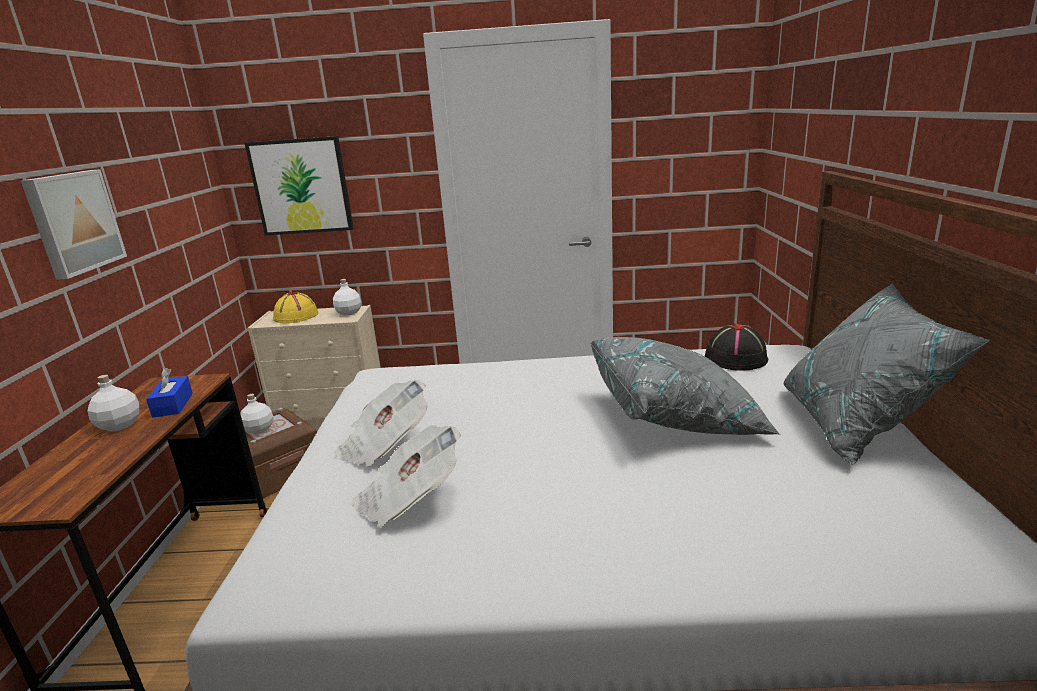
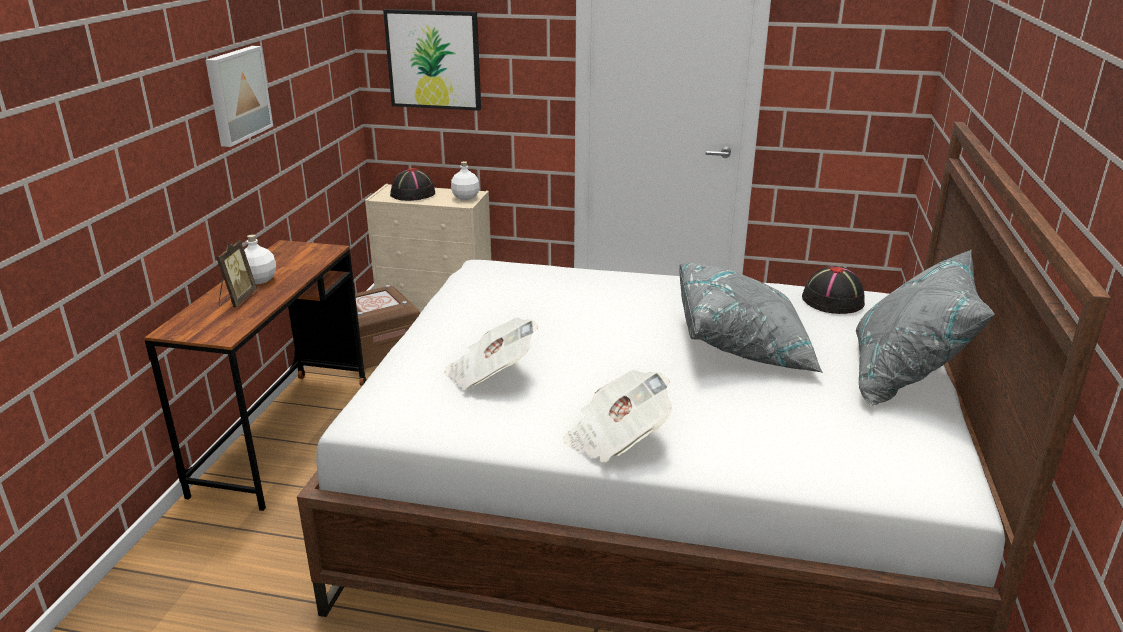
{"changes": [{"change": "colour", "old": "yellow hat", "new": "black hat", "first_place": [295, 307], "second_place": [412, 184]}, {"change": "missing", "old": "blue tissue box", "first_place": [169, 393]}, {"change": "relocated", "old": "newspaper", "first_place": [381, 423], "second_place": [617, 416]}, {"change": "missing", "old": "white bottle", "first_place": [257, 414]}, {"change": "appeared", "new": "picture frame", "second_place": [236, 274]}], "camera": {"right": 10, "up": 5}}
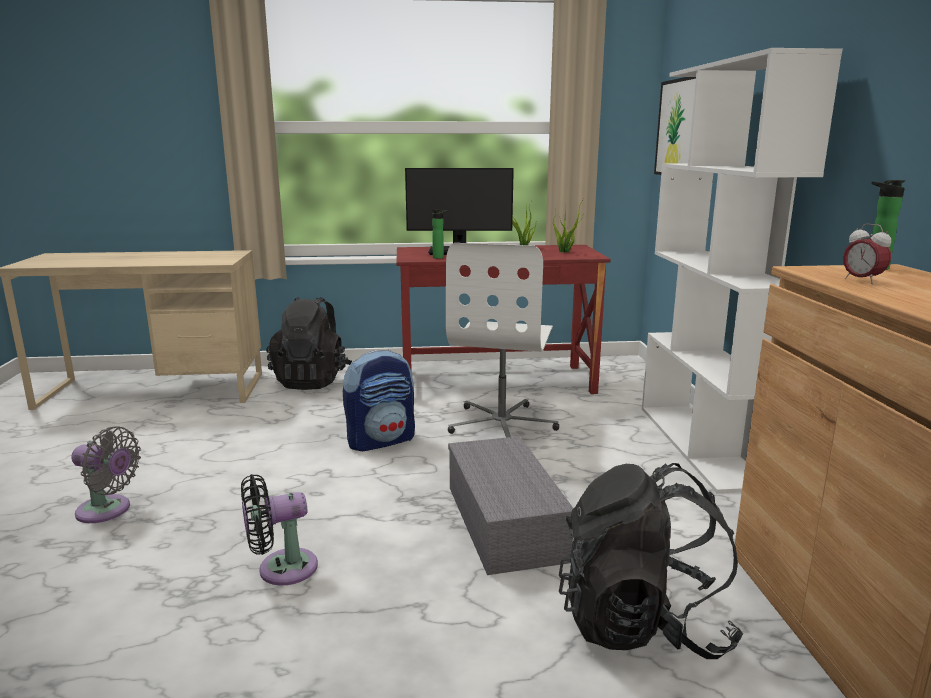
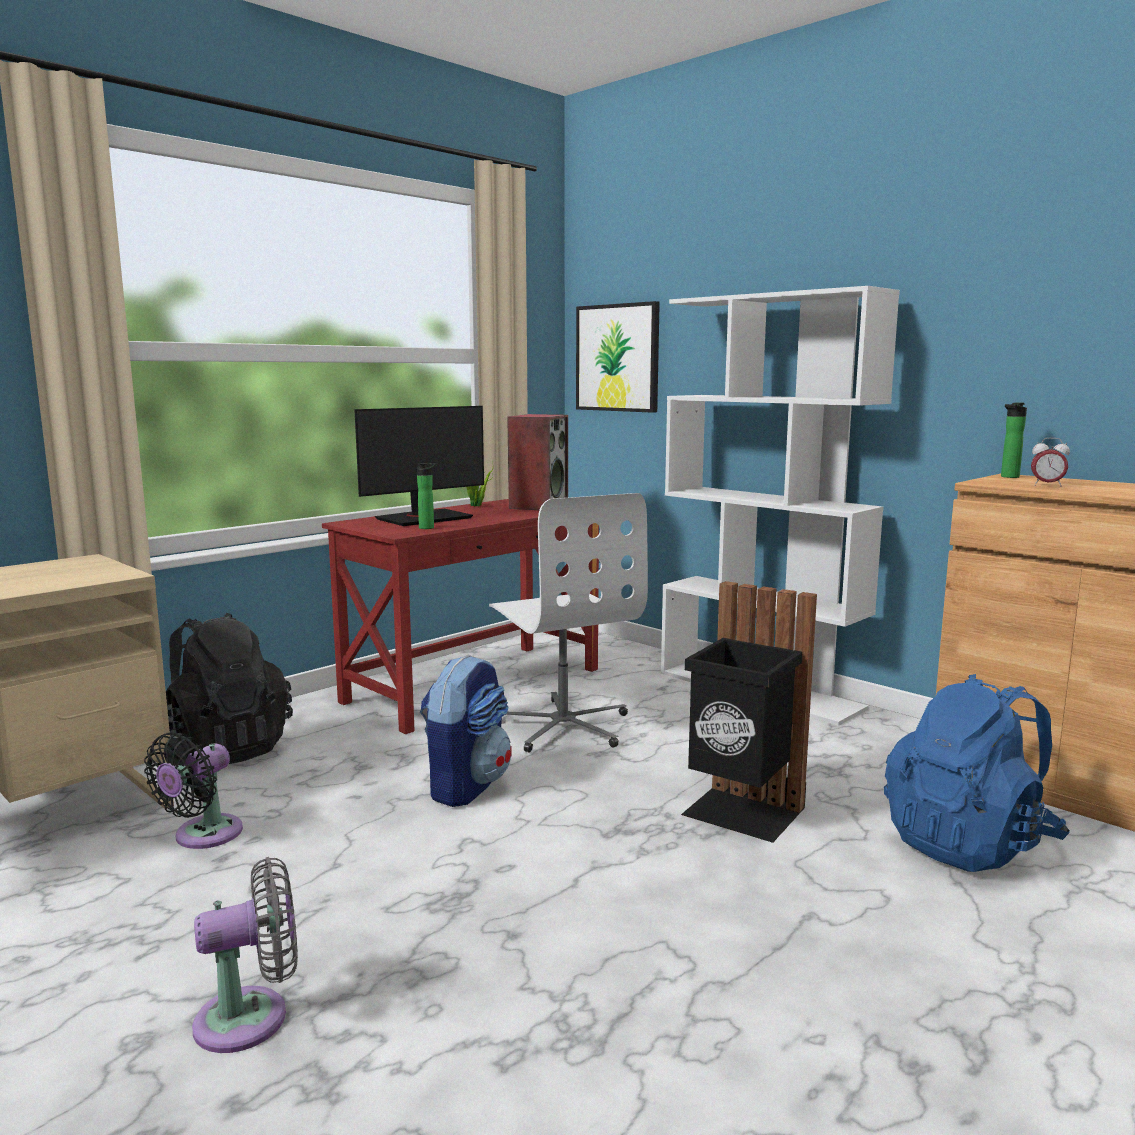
{"changes": [{"change": "exchanged", "old": "potted plant", "new": "speaker", "first_place": [568, 226], "second_place": [537, 462]}, {"change": "exchanged", "old": "grey storage box", "new": "black trash can", "first_place": [511, 505], "second_place": [749, 712]}, {"change": "colour", "old": "black backpack", "new": "blue backpack", "first_place": [651, 561], "second_place": [977, 773]}, {"change": "relocated", "old": "black fan", "first_place": [279, 529], "second_place": [193, 790]}], "camera": {"right": -40, "up": -5}}
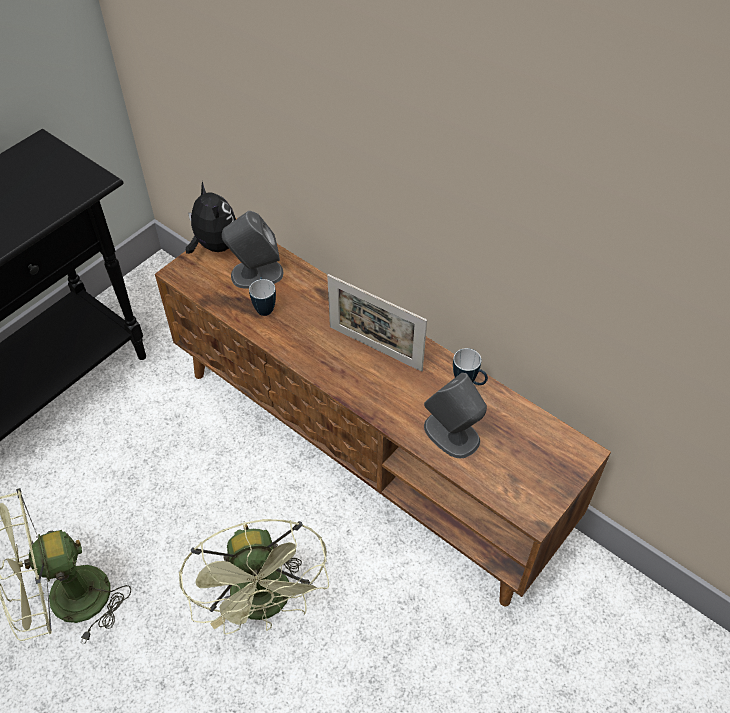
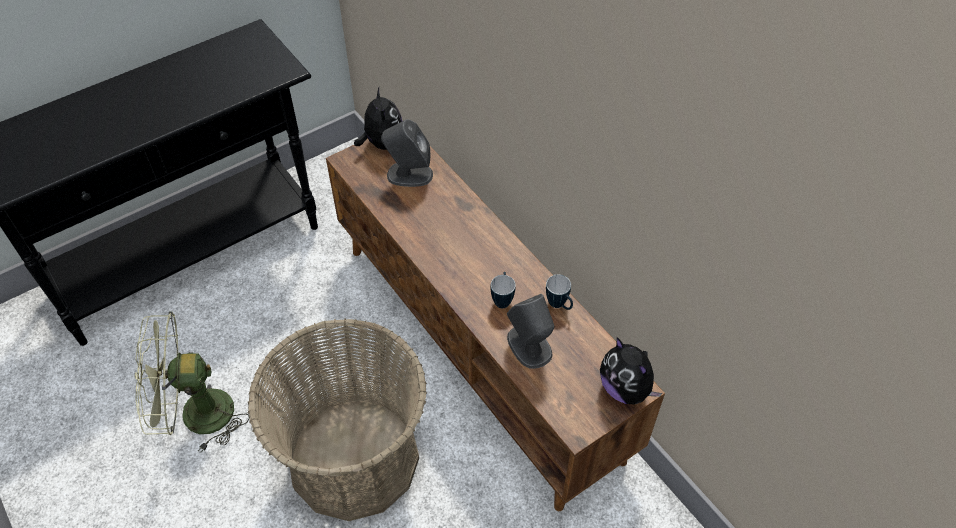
{"changes": [{"change": "missing", "old": "picture frame", "first_place": [377, 323]}, {"change": "relocated", "old": "mug", "first_place": [262, 296], "second_place": [503, 290]}, {"change": "exchanged", "old": "green fan", "new": "basket", "first_place": [254, 576], "second_place": [337, 420]}, {"change": "appeared", "new": "plush toy", "second_place": [631, 371]}], "camera": {"right": 15, "up": 0}}
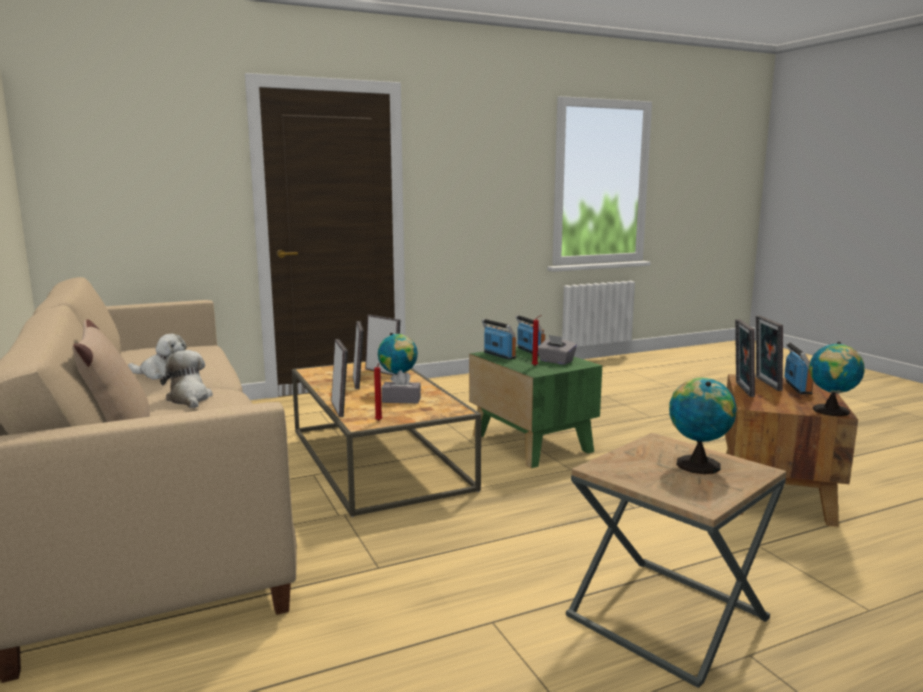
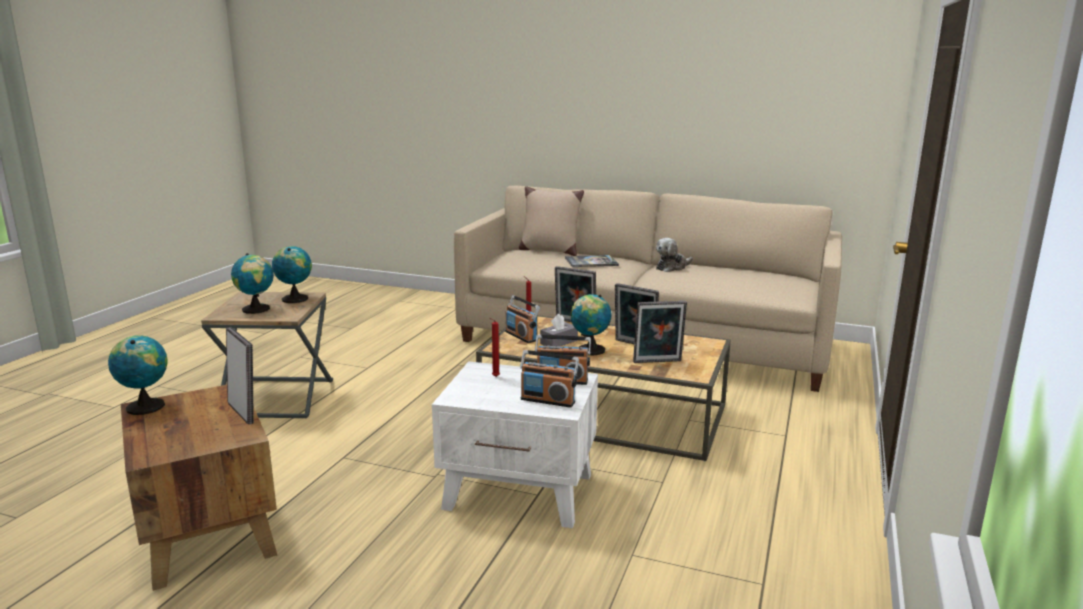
{"changes": [{"change": "missing", "old": "picture frame", "first_place": [769, 353]}, {"change": "missing", "old": "grey tissue box", "first_place": [557, 350]}, {"change": "relocated", "old": "radio", "first_place": [798, 368], "second_place": [522, 319]}, {"change": "colour", "old": "green side table", "new": "white side table", "first_place": [535, 407], "second_place": [515, 444]}, {"change": "exchanged", "old": "plush toy", "new": "book", "first_place": [186, 379], "second_place": [592, 261]}, {"change": "appeared", "new": "globe", "second_place": [292, 274]}], "camera": {"right": 135, "up": 5}}
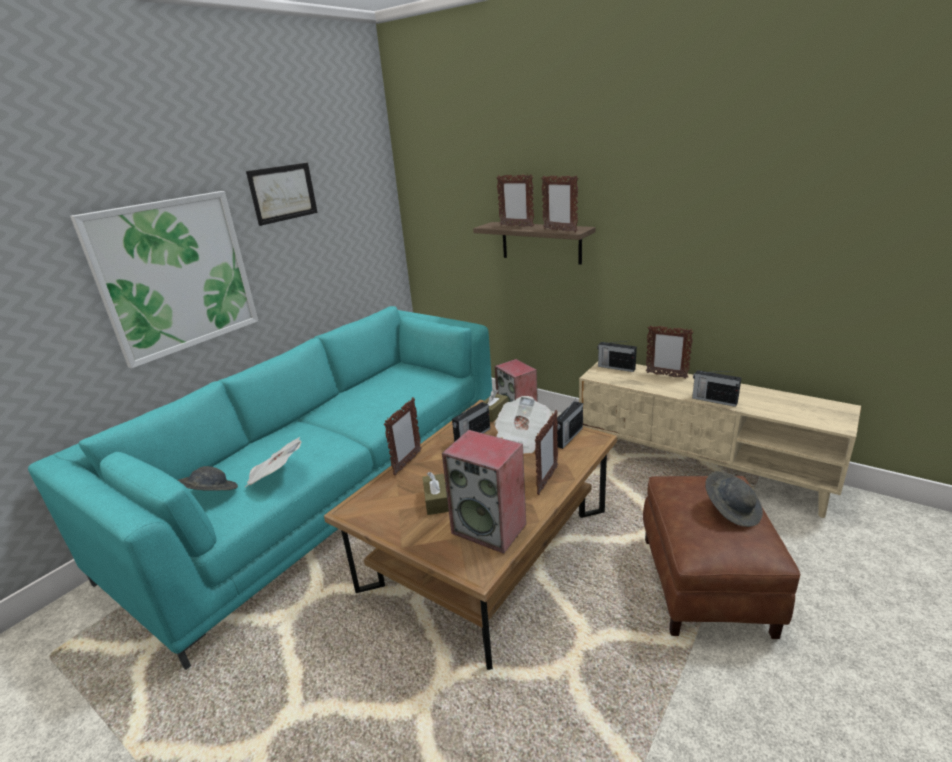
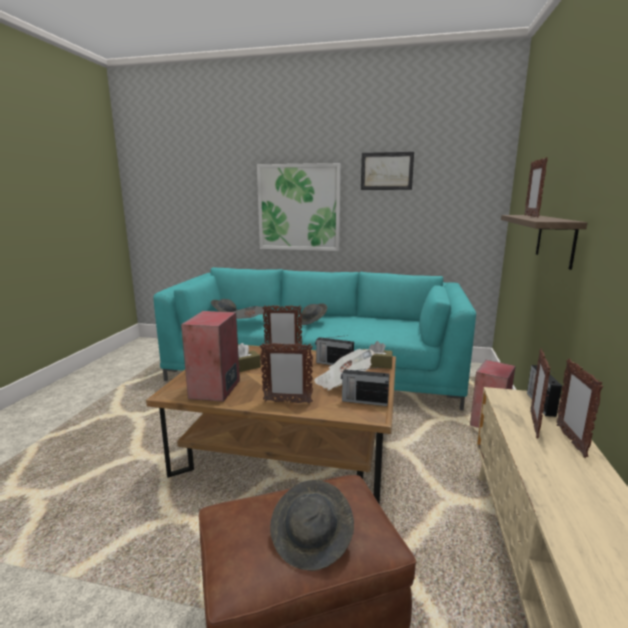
{"changes": [{"change": "relocated", "old": "picture frame", "first_place": [559, 203], "second_place": [540, 393]}, {"change": "missing", "old": "radio", "first_place": [716, 388]}, {"change": "appeared", "new": "grey hat", "second_place": [312, 314]}], "camera": {"right": 65, "up": -10}}
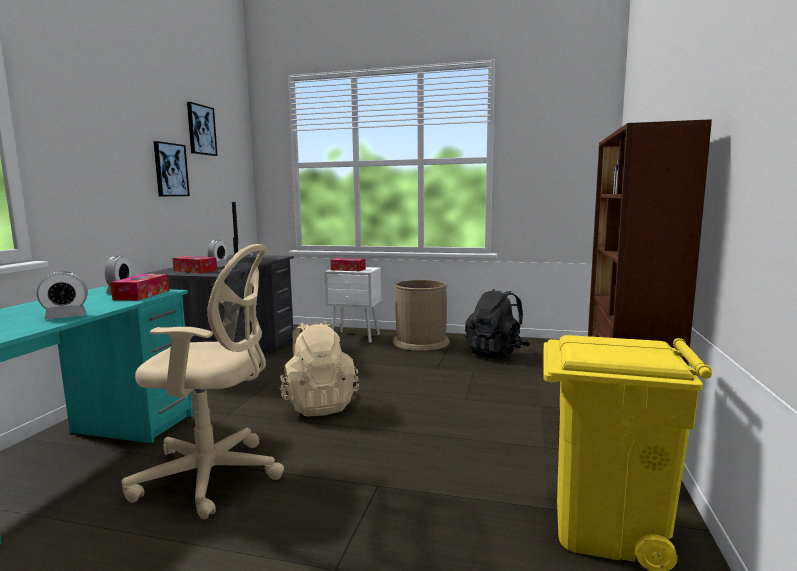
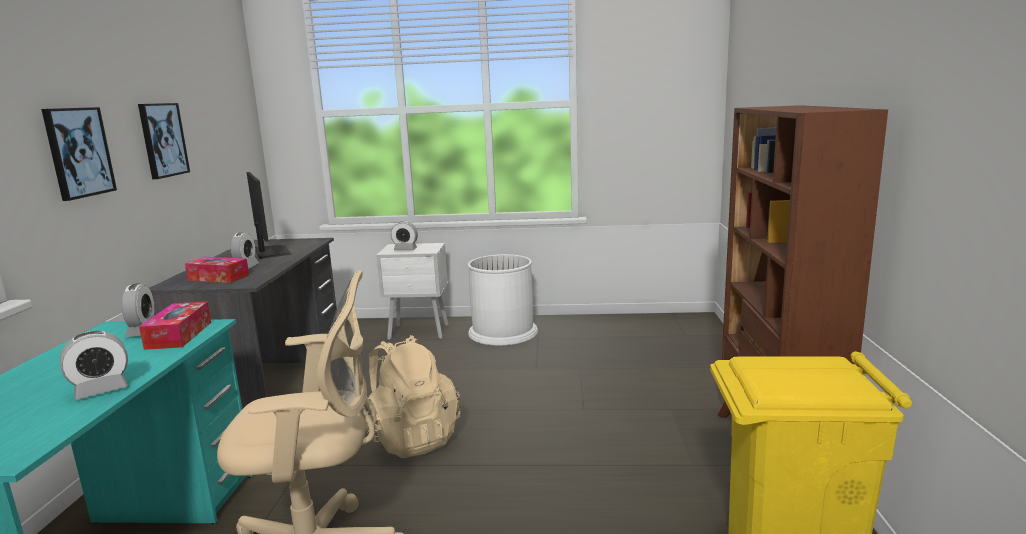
{"changes": [{"change": "relocated", "old": "picture", "first_place": [202, 129], "second_place": [79, 154]}, {"change": "exchanged", "old": "tissue box", "new": "alarm clock", "first_place": [348, 264], "second_place": [404, 235]}, {"change": "colour", "old": "brown trash can", "new": "white trash can", "first_place": [421, 315], "second_place": [503, 300]}, {"change": "missing", "old": "black backpack", "first_place": [497, 324]}], "camera": {"right": -10, "up": 5}}
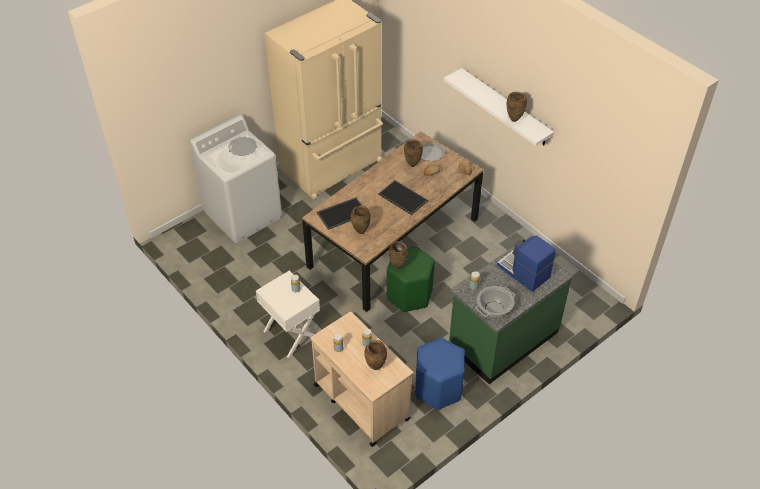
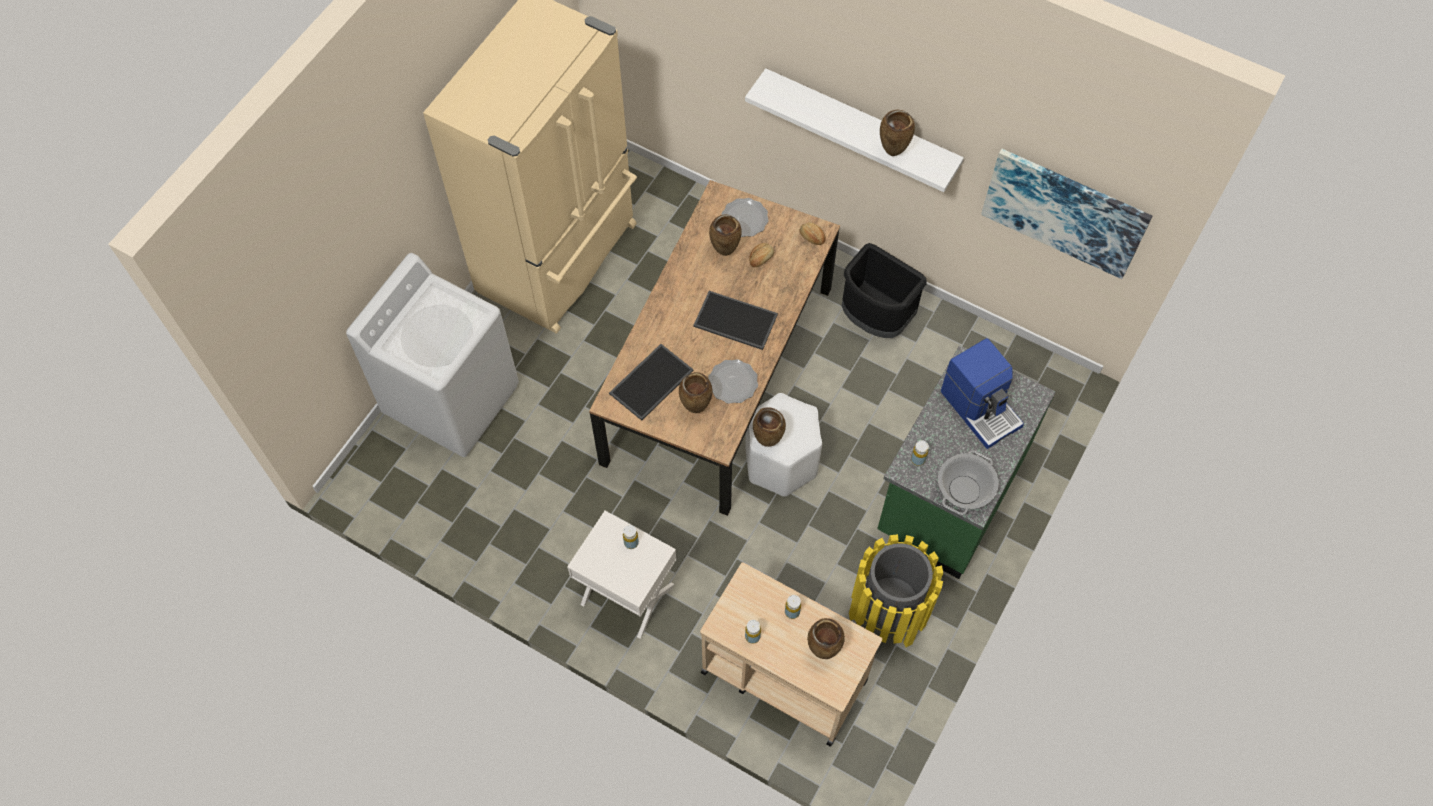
{"changes": [{"change": "relocated", "old": "plate", "first_place": [242, 146], "second_place": [733, 381]}, {"change": "spun", "old": "coffee machine", "first_place": [526, 263], "second_place": [982, 393], "degrees": -150}, {"change": "colour", "old": "green stool", "new": "white stool", "first_place": [411, 279], "second_place": [784, 445]}, {"change": "exchanged", "old": "blue stool", "new": "yellow trash can", "first_place": [440, 374], "second_place": [896, 590]}, {"change": "appeared", "new": "picture", "second_place": [1066, 214]}, {"change": "appeared", "new": "black trash can", "second_place": [884, 290]}], "camera": {"right": -20, "up": 15}}
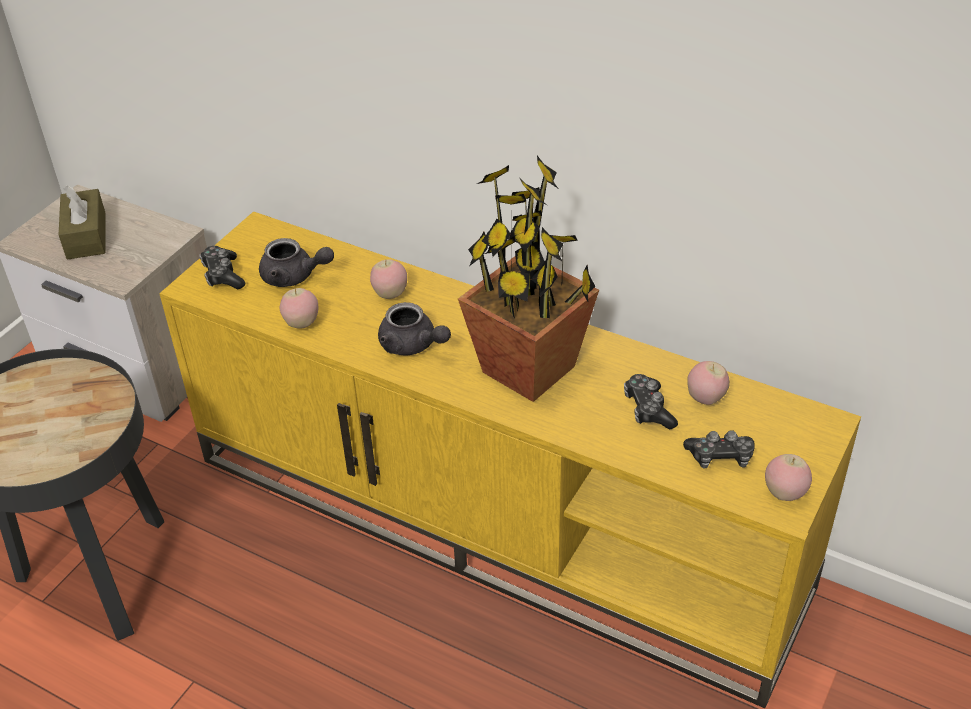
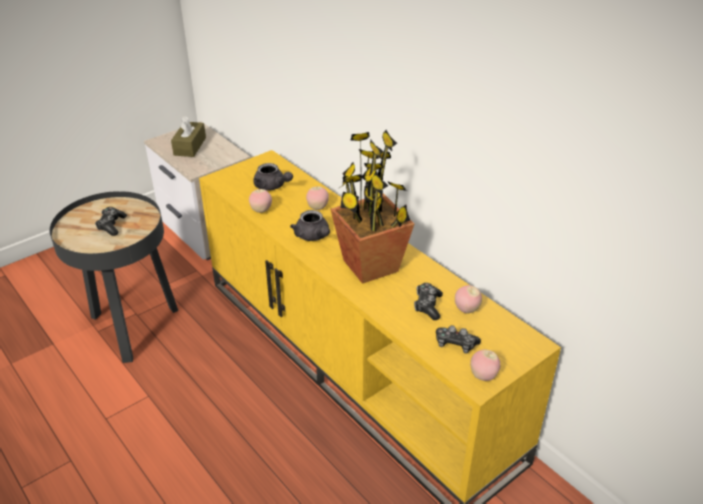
{"changes": [{"change": "relocated", "old": "game controller", "first_place": [222, 267], "second_place": [111, 221]}], "camera": {"right": 20, "up": -5}}
